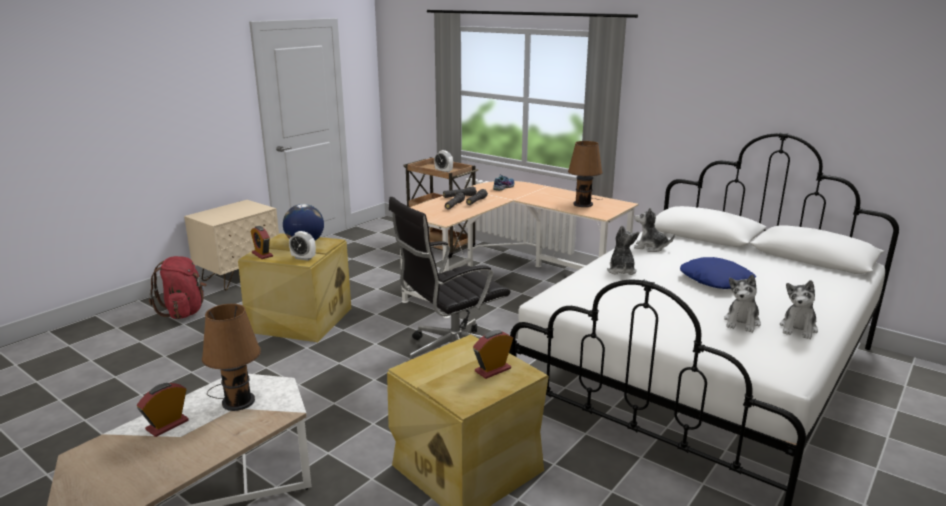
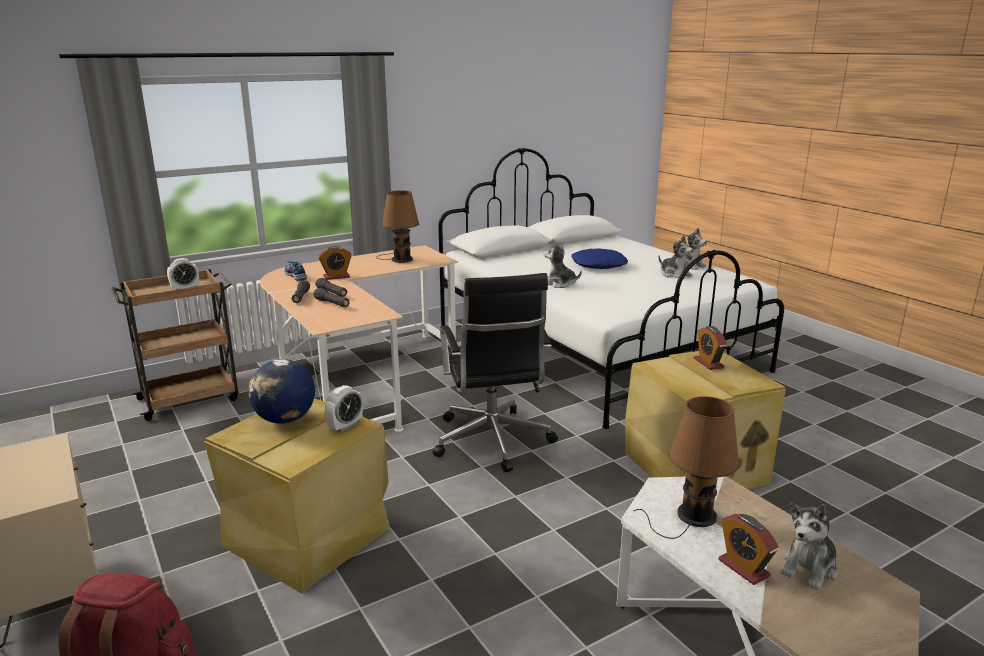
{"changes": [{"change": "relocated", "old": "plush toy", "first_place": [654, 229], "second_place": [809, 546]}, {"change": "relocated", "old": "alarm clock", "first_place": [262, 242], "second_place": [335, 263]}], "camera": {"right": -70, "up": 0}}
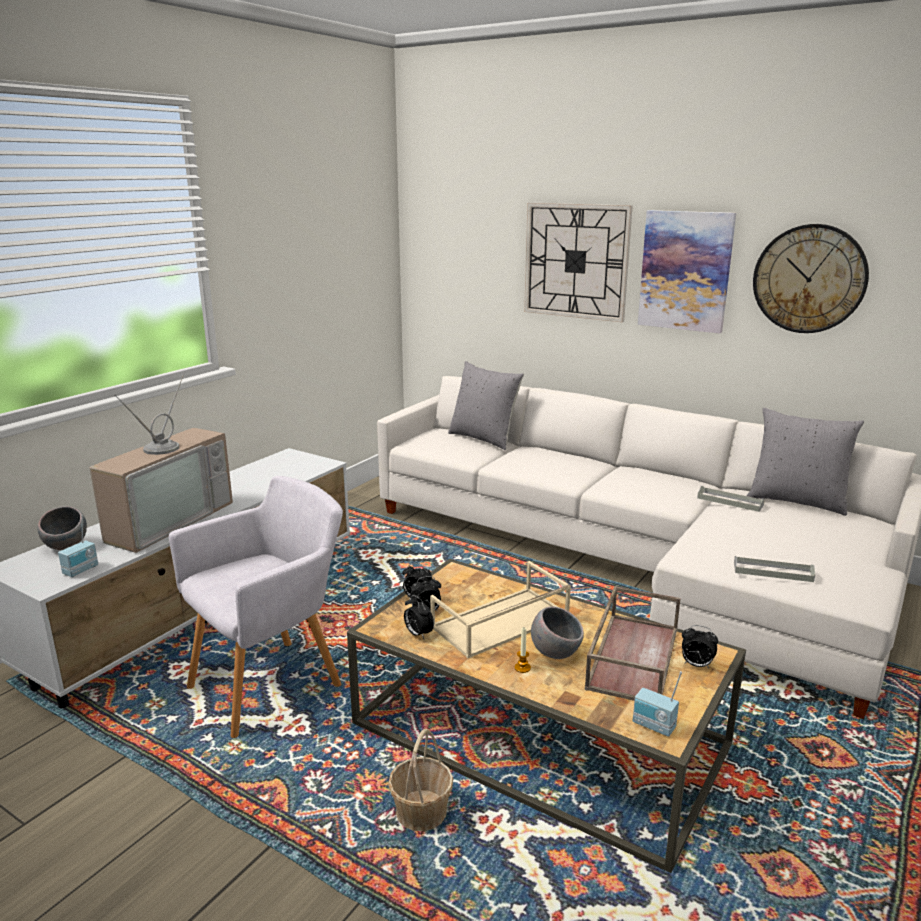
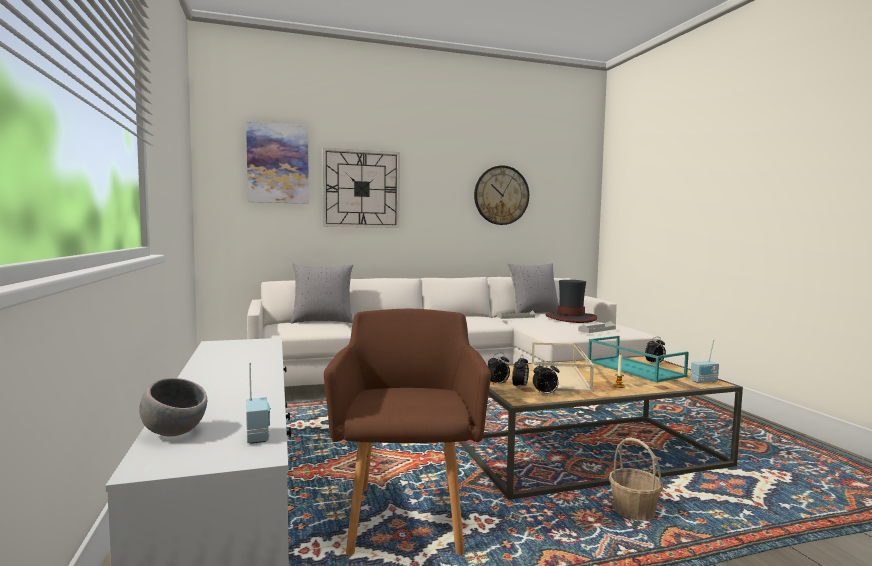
{"changes": [{"change": "relocated", "old": "picture", "first_place": [687, 271], "second_place": [277, 162]}, {"change": "missing", "old": "television", "first_place": [161, 463]}, {"change": "colour", "old": "grey armchair", "new": "brown armchair", "first_place": [256, 607], "second_place": [407, 432]}, {"change": "colour", "old": "brown tray", "new": "turquoise tray", "first_place": [633, 643], "second_place": [638, 359]}, {"change": "missing", "old": "grey bowl", "first_place": [557, 632]}, {"change": "appeared", "new": "hat", "second_place": [571, 301]}], "camera": {"right": -50, "up": -15}}
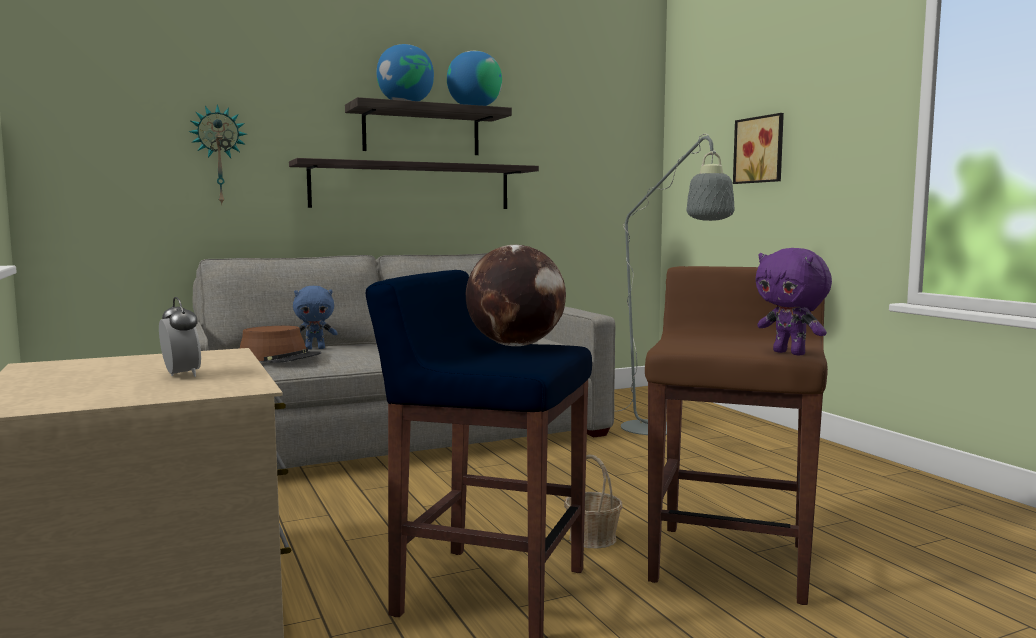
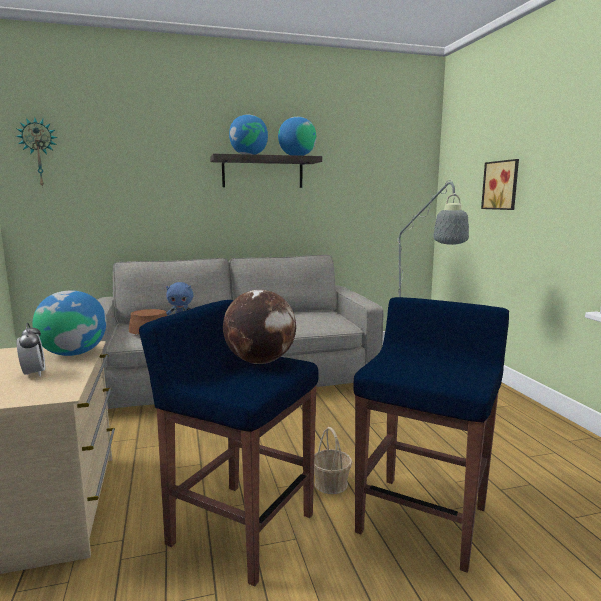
{"changes": [{"change": "relocated", "old": "wall clock", "first_place": [217, 155], "second_place": [37, 152]}, {"change": "missing", "old": "shelf", "first_place": [414, 183]}, {"change": "missing", "old": "purple plush toy", "first_place": [794, 301]}, {"change": "colour", "old": "brown stool", "new": "blue stool", "first_place": [736, 435], "second_place": [431, 435]}, {"change": "appeared", "new": "globe", "second_place": [69, 323]}], "camera": {"right": 10, "up": 5}}
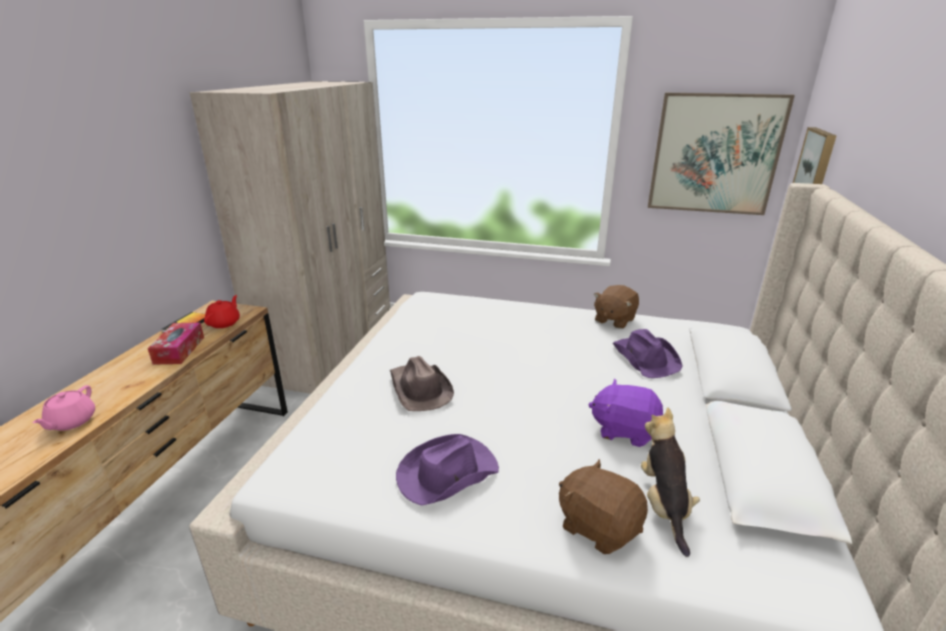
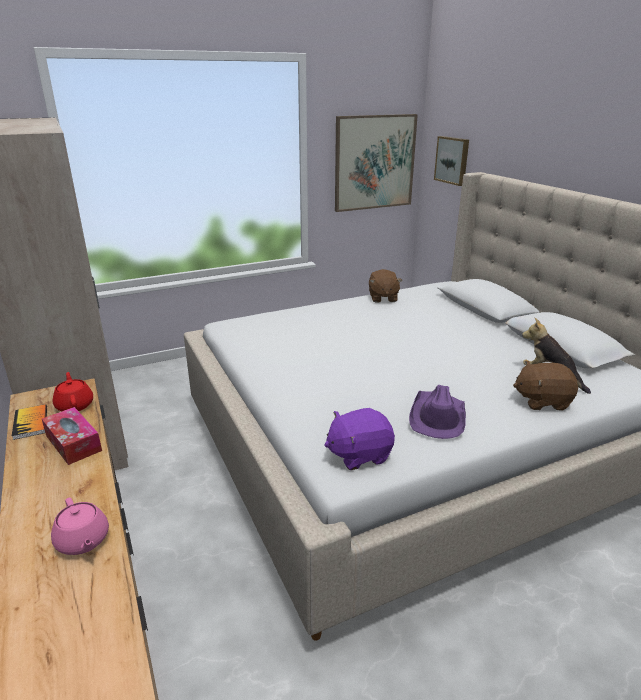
{"changes": [{"change": "missing", "old": "purple hat", "first_place": [648, 353]}, {"change": "missing", "old": "brown hat", "first_place": [422, 383]}, {"change": "relocated", "old": "purple plush toy", "first_place": [625, 413], "second_place": [360, 439]}], "camera": {"right": -40, "up": 0}}
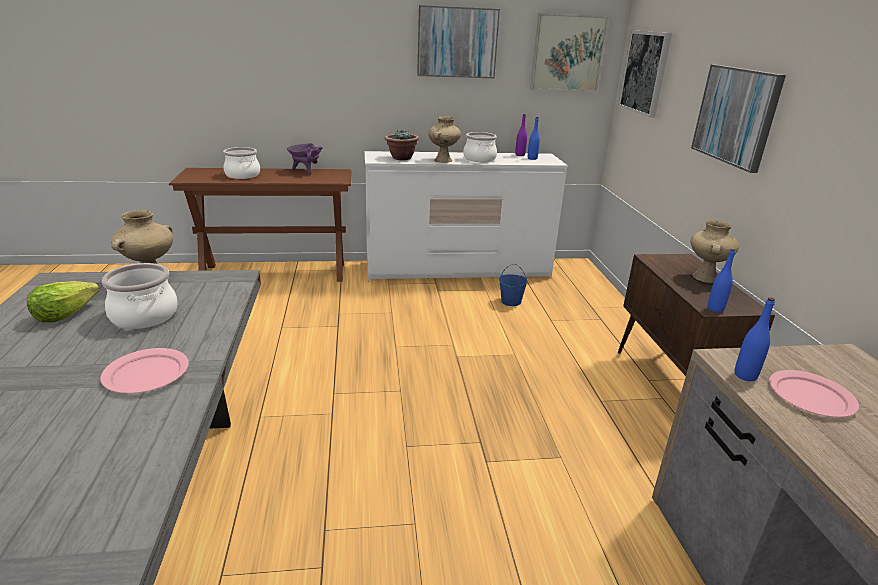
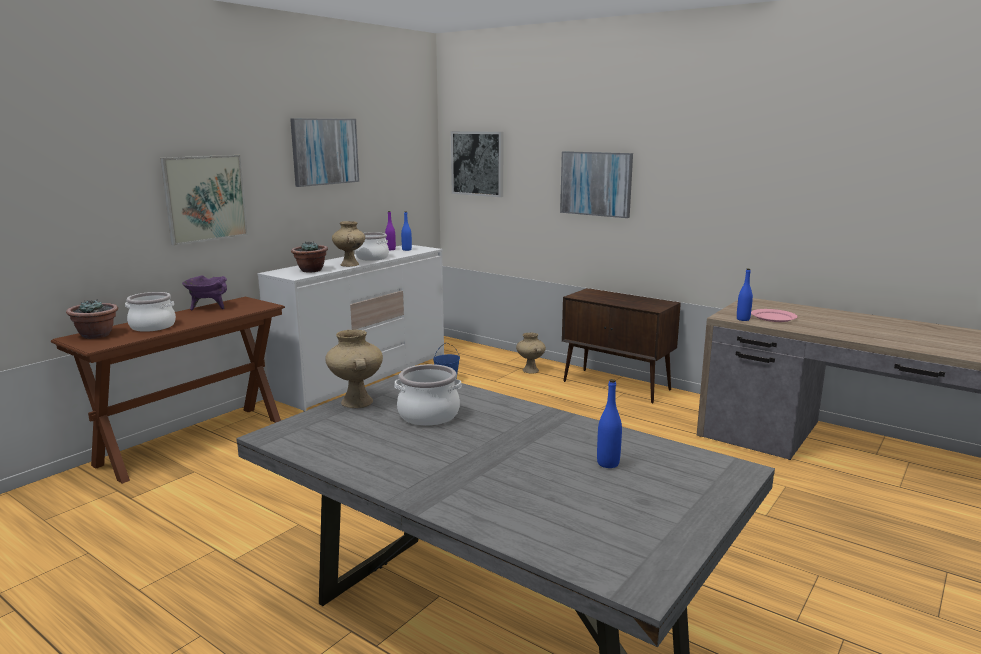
{"changes": [{"change": "relocated", "old": "picture", "first_place": [569, 52], "second_place": [204, 200]}, {"change": "relocated", "old": "beige vase", "first_place": [715, 251], "second_place": [531, 353]}, {"change": "relocated", "old": "blue bottle", "first_place": [721, 280], "second_place": [609, 423]}, {"change": "missing", "old": "lettuce", "first_place": [63, 302]}, {"change": "missing", "old": "pink plate", "first_place": [144, 370]}, {"change": "appeared", "new": "potted plant", "second_place": [92, 319]}], "camera": {"right": -45, "up": -10}}
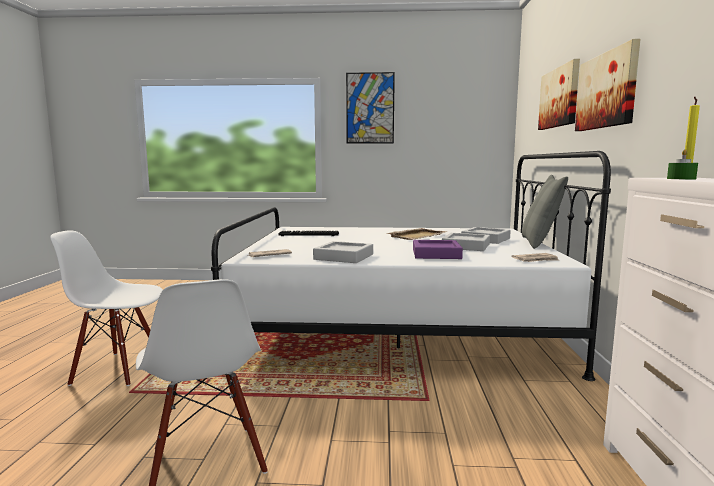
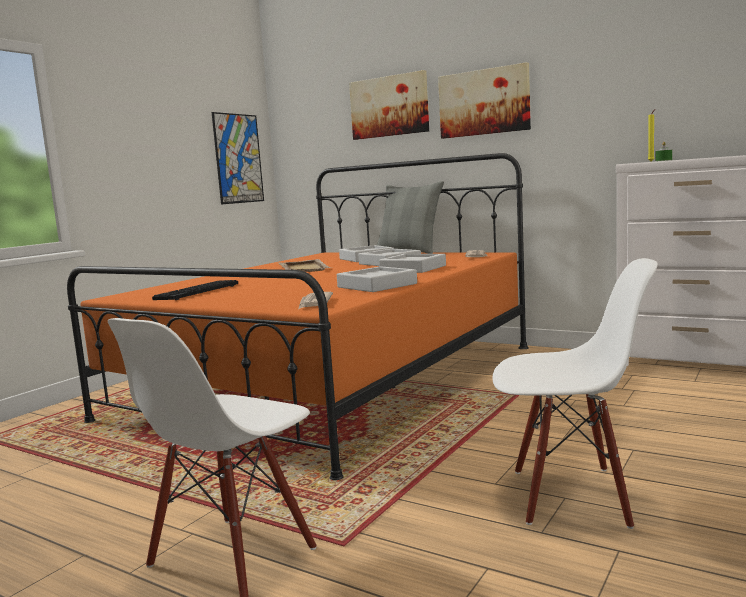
{"changes": [{"change": "relocated", "old": "picture", "first_place": [370, 108], "second_place": [238, 158]}, {"change": "colour", "old": "white bed", "new": "orange bed", "first_place": [411, 266], "second_place": [298, 316]}, {"change": "colour", "old": "purple tray", "new": "grey tray", "first_place": [438, 249], "second_place": [412, 263]}], "camera": {"right": -60, "up": 0}}
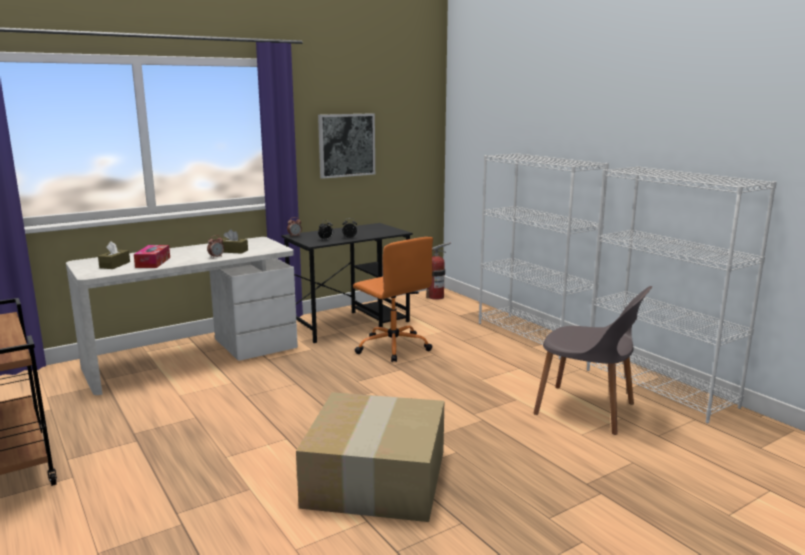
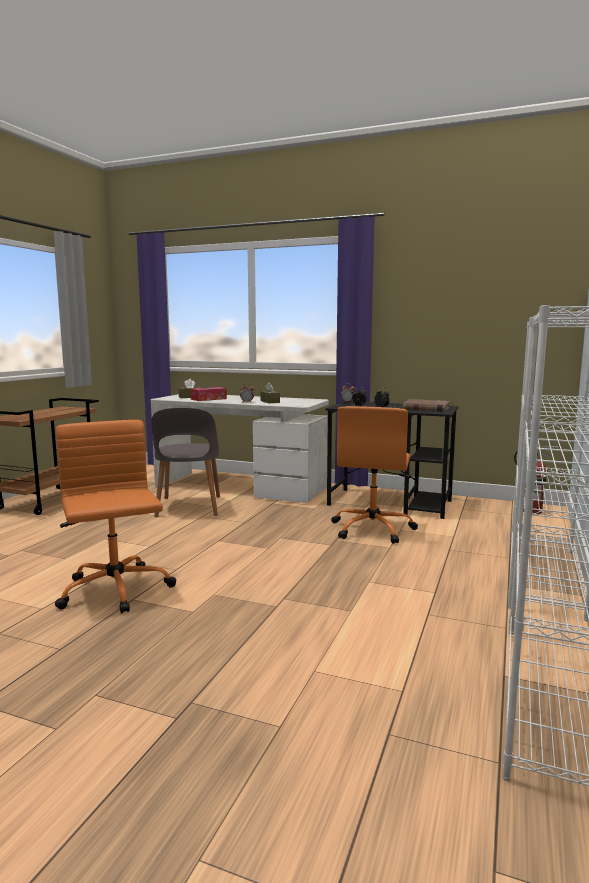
{"changes": [{"change": "missing", "old": "picture", "first_place": [346, 146]}, {"change": "relocated", "old": "grey chair", "first_place": [593, 360], "second_place": [185, 462]}, {"change": "exchanged", "old": "cardboard box", "new": "orange office chair", "first_place": [370, 457], "second_place": [115, 516]}, {"change": "appeared", "new": "brown book", "second_place": [426, 405]}], "camera": {"right": 55, "up": -5}}
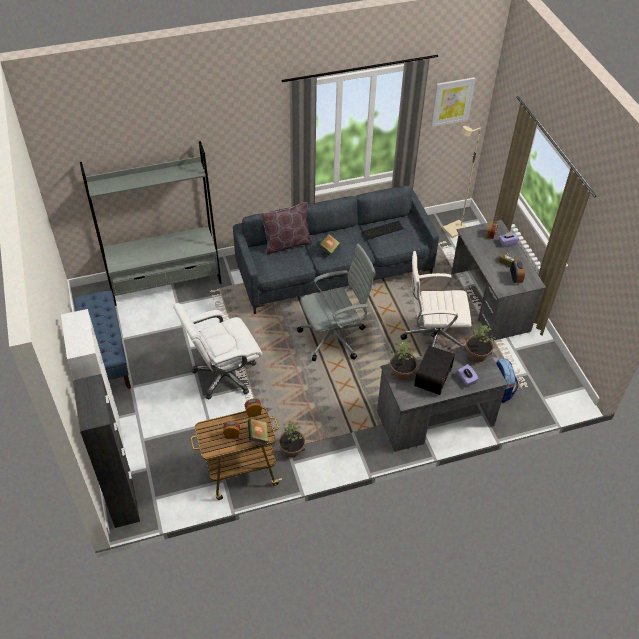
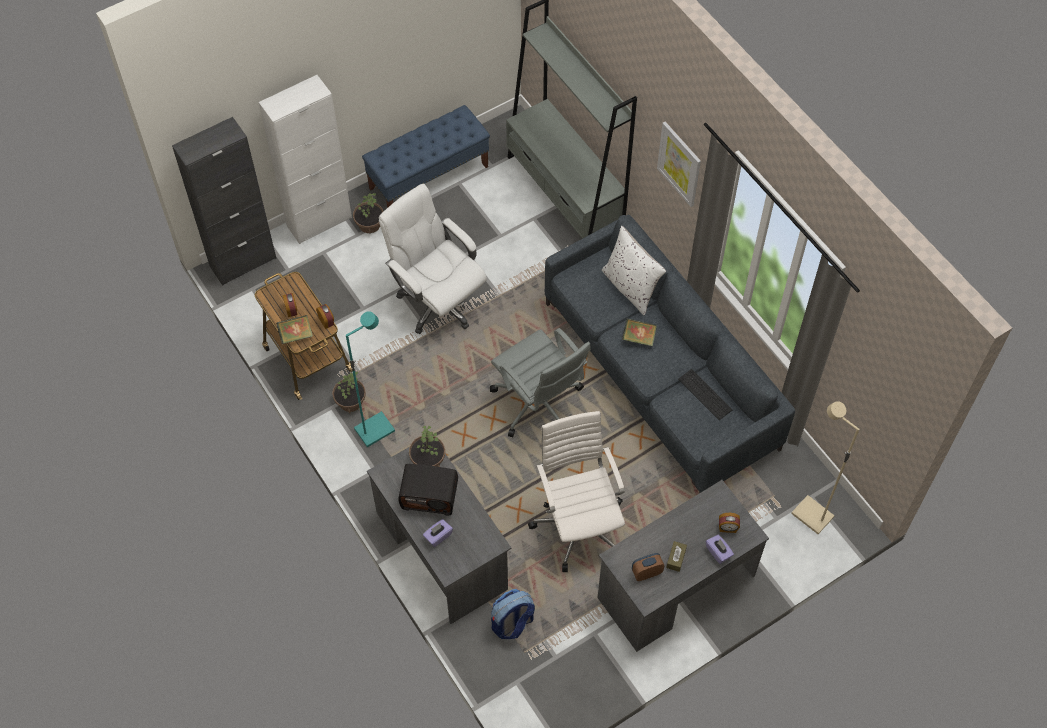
{"changes": [{"change": "relocated", "old": "picture", "first_place": [453, 102], "second_place": [679, 164]}, {"change": "colour", "old": "brown pillow", "new": "white pillow", "first_place": [286, 228], "second_place": [634, 271]}, {"change": "relocated", "old": "potted plant", "first_place": [480, 342], "second_place": [368, 213]}, {"change": "appeared", "new": "turquoise floor lamp", "second_place": [370, 379]}], "camera": {"right": 75, "up": 10}}
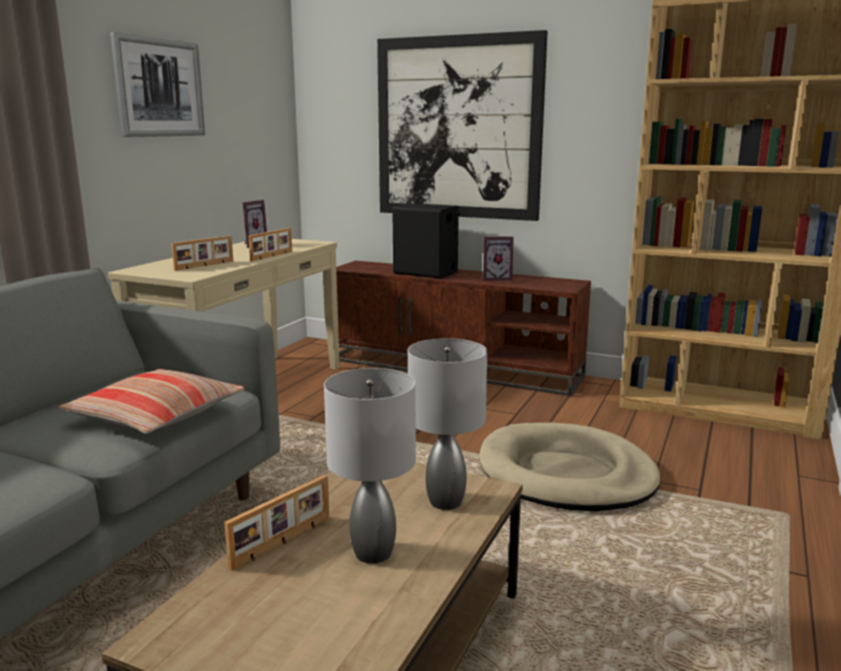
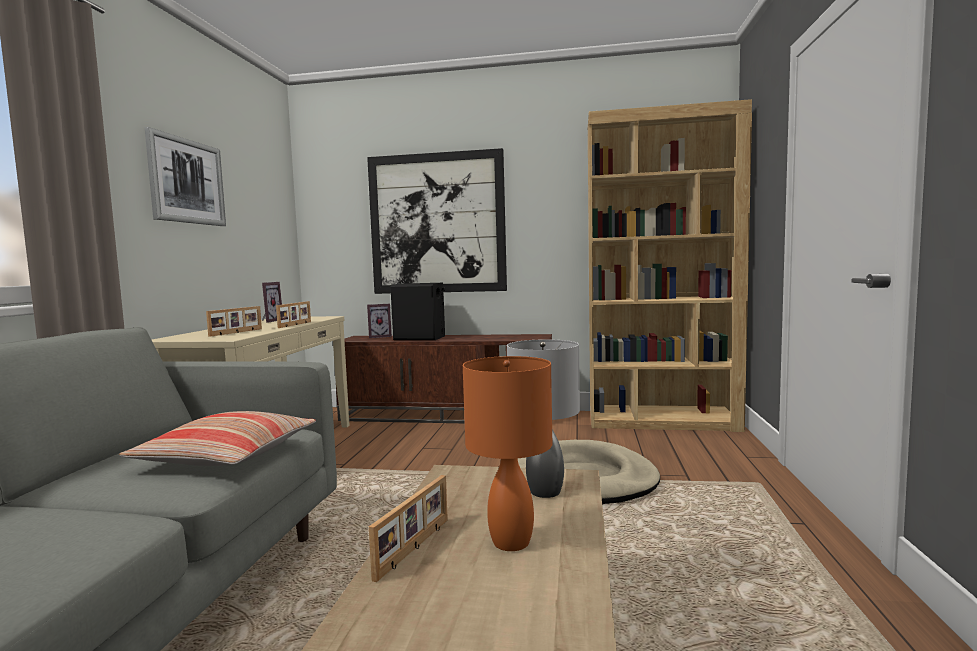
{"changes": [{"change": "relocated", "old": "picture frame", "first_place": [498, 258], "second_place": [379, 321]}, {"change": "colour", "old": "grey table lamp", "new": "orange table lamp", "first_place": [370, 466], "second_place": [507, 453]}], "camera": {"right": -15, "up": -10}}
